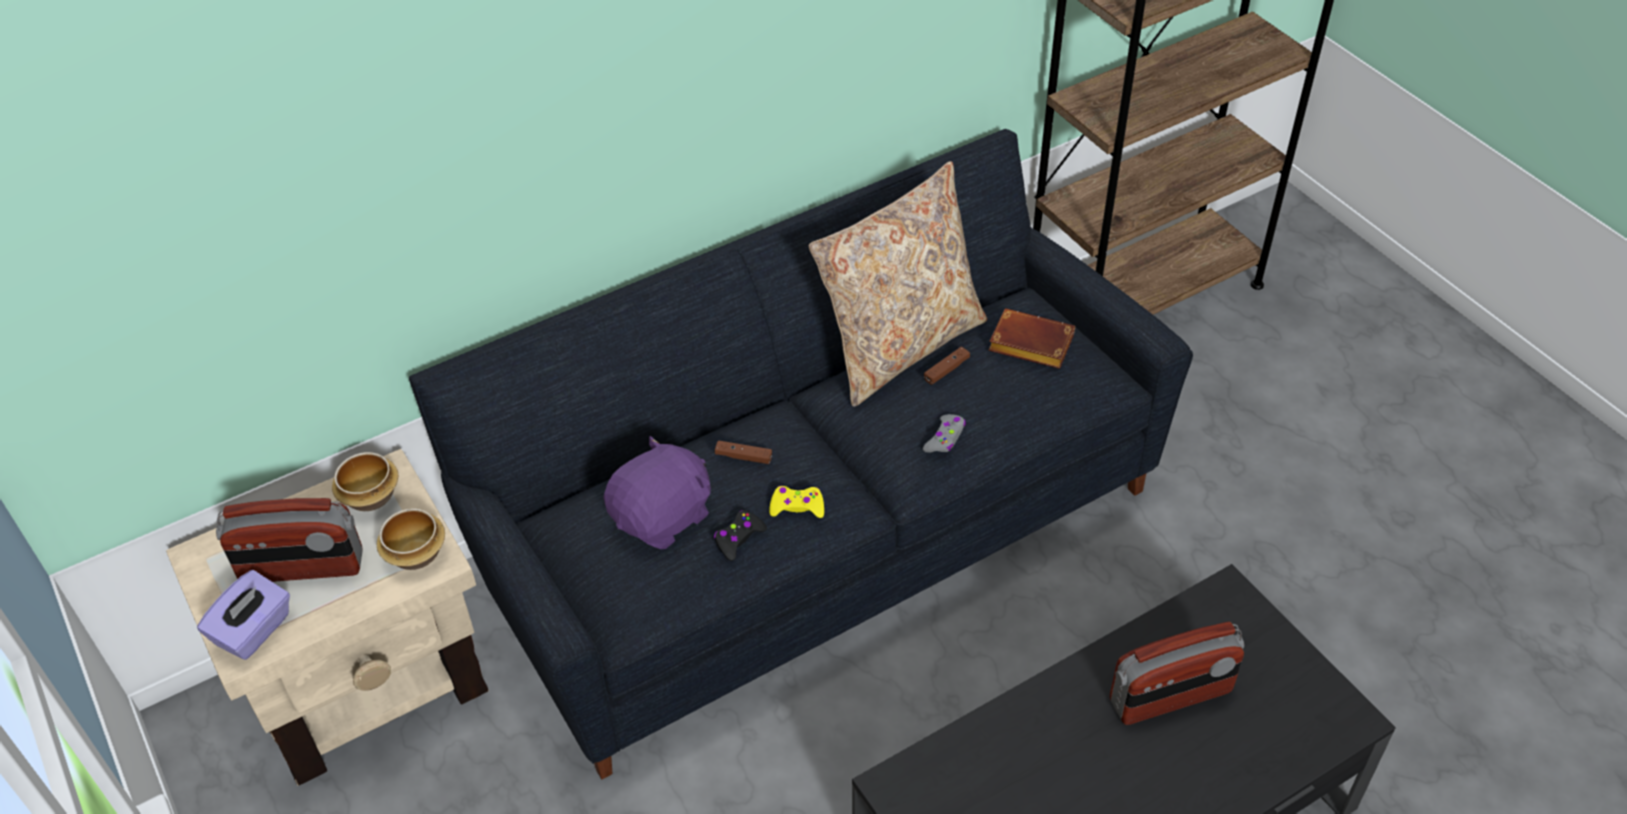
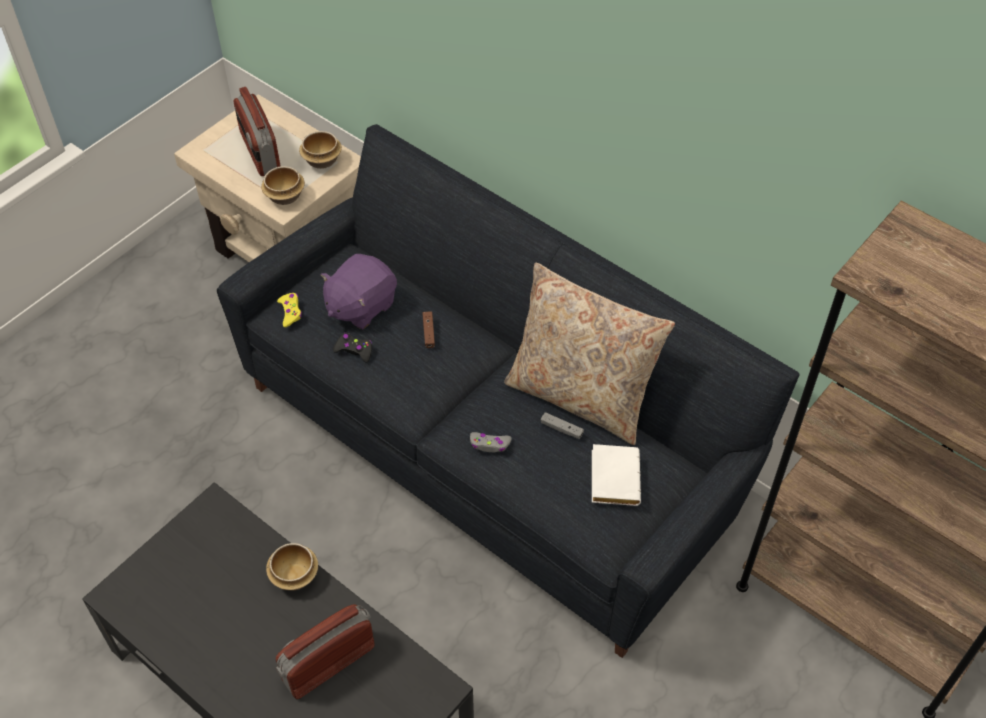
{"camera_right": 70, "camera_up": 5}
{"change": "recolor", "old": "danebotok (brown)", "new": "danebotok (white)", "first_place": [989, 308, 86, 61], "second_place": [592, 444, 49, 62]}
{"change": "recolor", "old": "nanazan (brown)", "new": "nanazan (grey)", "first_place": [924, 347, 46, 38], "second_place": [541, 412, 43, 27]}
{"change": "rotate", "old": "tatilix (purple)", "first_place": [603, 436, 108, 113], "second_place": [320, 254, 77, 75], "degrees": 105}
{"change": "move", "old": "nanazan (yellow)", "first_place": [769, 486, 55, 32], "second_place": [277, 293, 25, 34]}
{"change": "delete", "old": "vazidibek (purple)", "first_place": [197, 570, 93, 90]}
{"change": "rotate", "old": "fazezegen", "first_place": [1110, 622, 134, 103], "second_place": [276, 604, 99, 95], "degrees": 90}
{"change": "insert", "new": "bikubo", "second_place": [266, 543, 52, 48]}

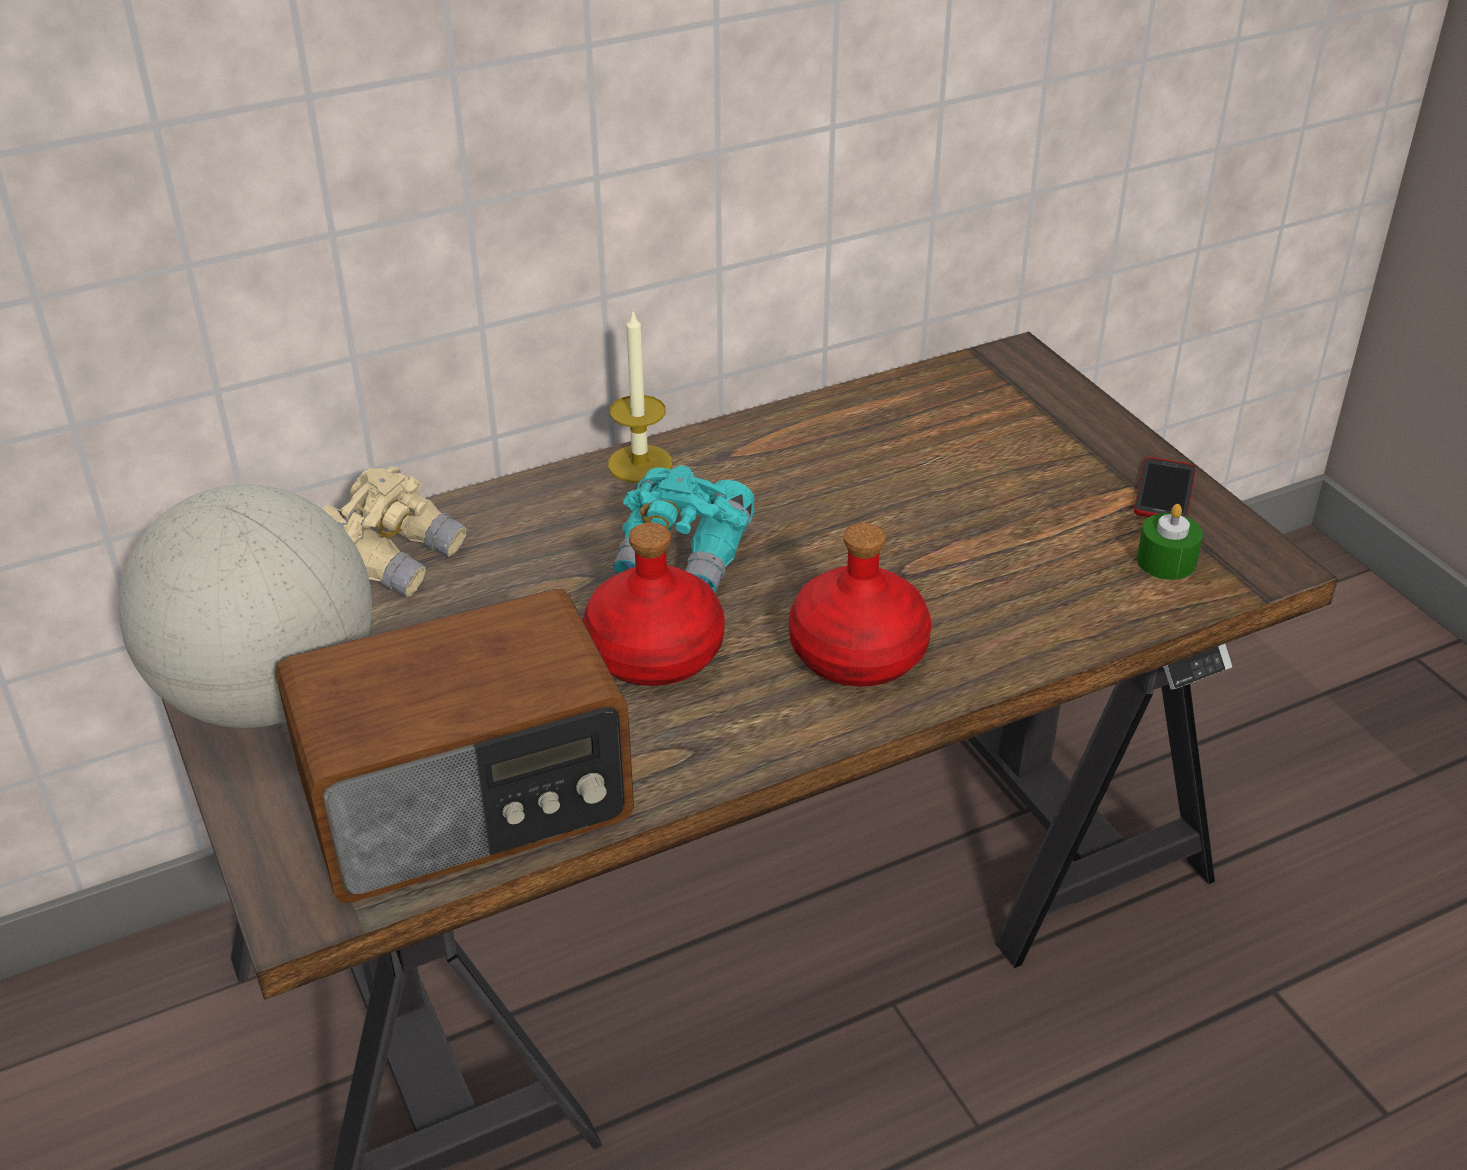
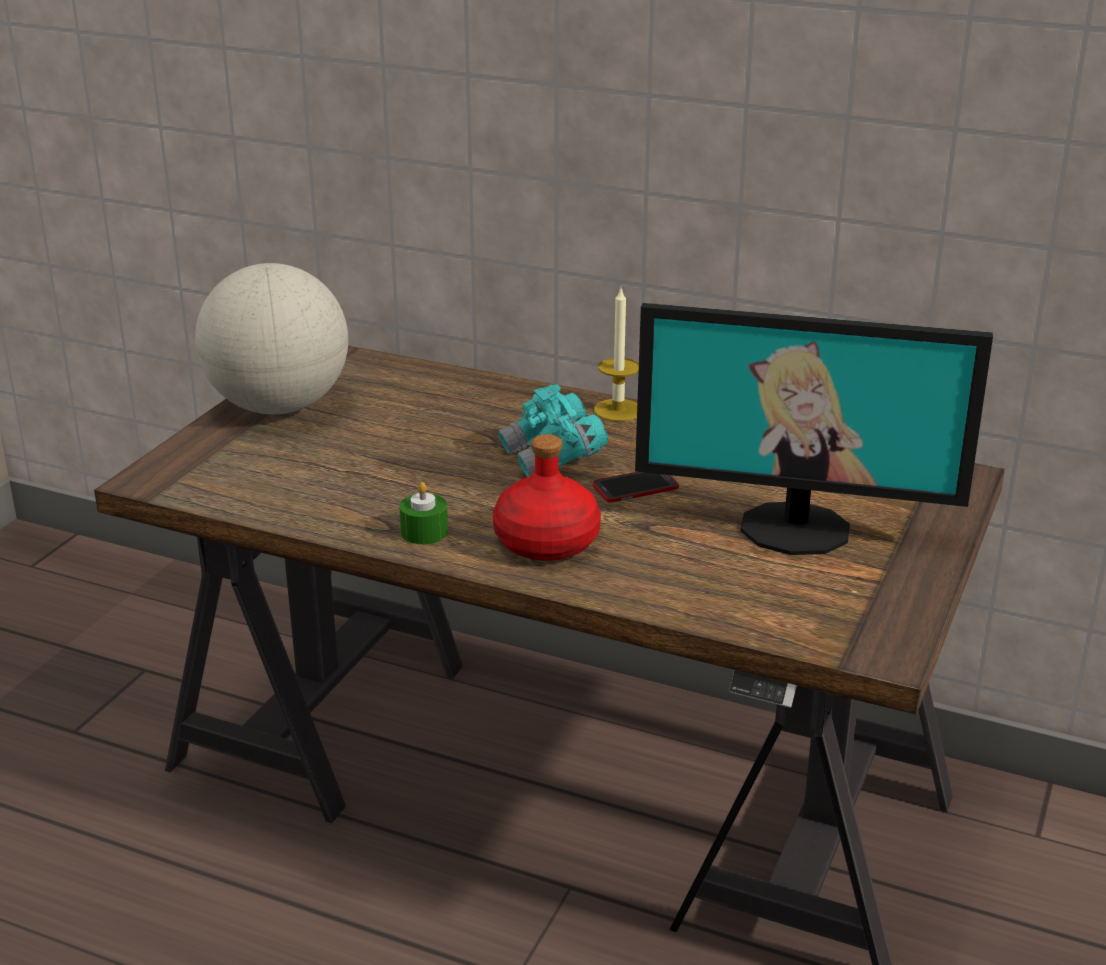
{"camera_right": 50, "camera_up": -10}
{"change": "move", "old": "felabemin", "first_place": [1134, 457, 62, 60], "second_place": [593, 472, 86, 30]}
{"change": "delete", "old": "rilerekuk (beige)", "first_place": [322, 467, 145, 131]}
{"change": "move", "old": "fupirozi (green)", "first_place": [1137, 504, 66, 76], "second_place": [399, 482, 49, 62]}
{"change": "delete", "old": "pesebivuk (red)", "first_place": [583, 522, 142, 164]}
{"change": "delete", "old": "fazezegen", "first_place": [275, 589, 359, 314]}
{"change": "insert", "new": "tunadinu", "second_place": [635, 303, 358, 252]}

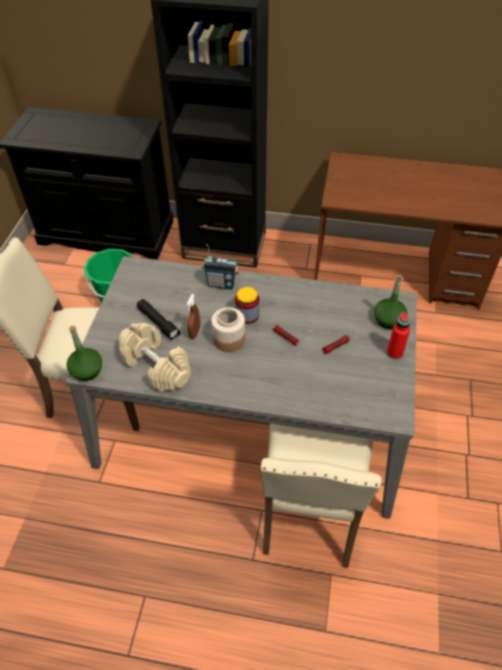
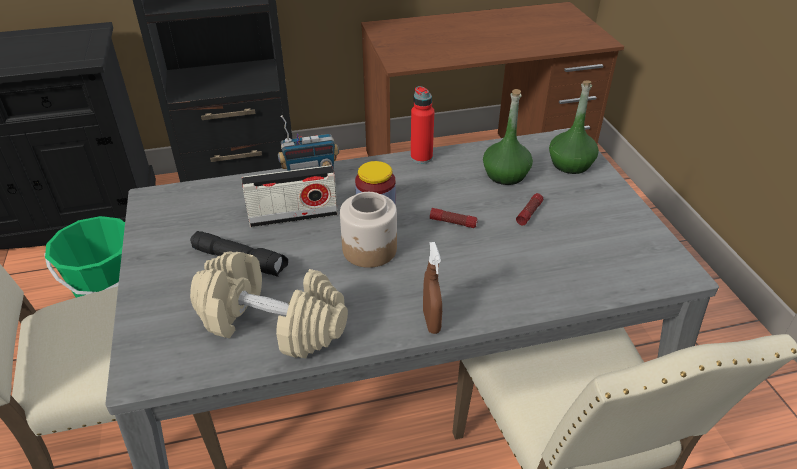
{"camera_right": -25, "camera_up": -10}
{"change": "move", "old": "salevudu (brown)", "first_place": [187, 294, 13, 45], "second_place": [423, 242, 19, 92]}
{"change": "move", "old": "pesebivuk (red)", "first_place": [387, 312, 23, 48], "second_place": [411, 86, 23, 78]}
{"change": "move", "old": "pesebivuk (green)", "first_place": [67, 326, 35, 55], "second_place": [483, 89, 50, 96]}
{"change": "insert", "new": "fazezegen", "second_place": [241, 165, 97, 62]}

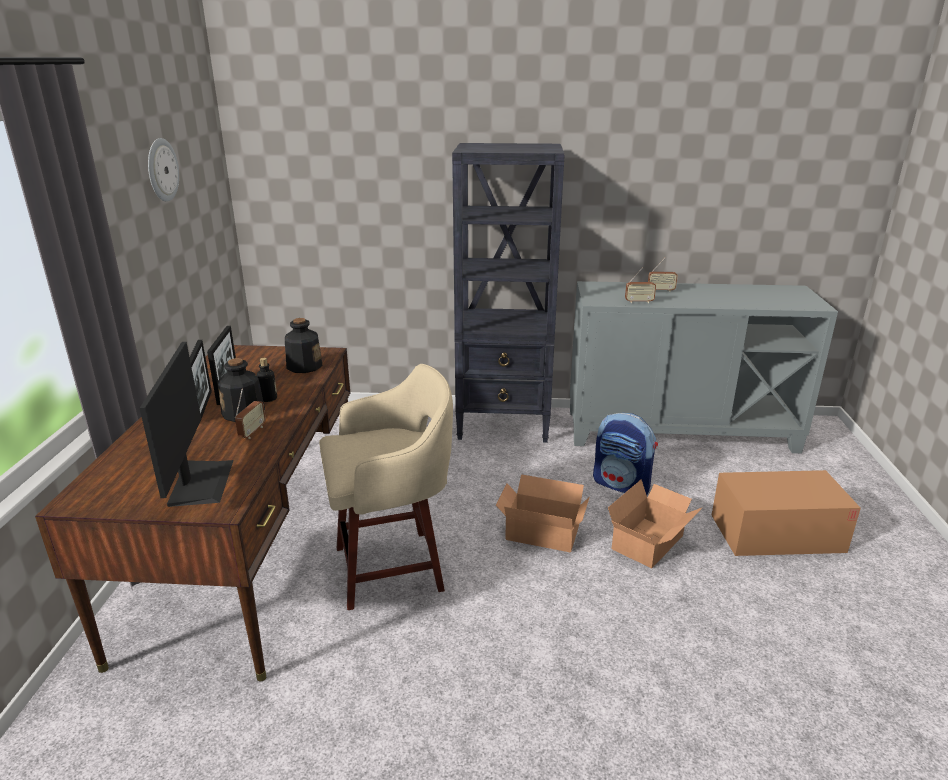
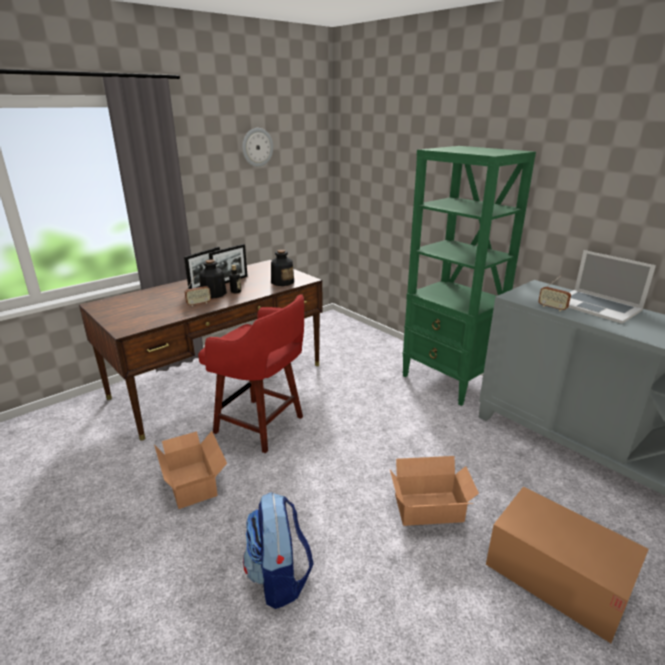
{"camera_right": 45, "camera_up": 0}
{"change": "recolor", "old": "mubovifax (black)", "new": "mubovifax (green)", "first_place": [452, 143, 113, 300], "second_place": [402, 146, 134, 260]}
{"change": "replace", "old": "fazezegen", "new": "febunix", "first_place": [648, 258, 30, 34], "second_place": [568, 250, 88, 74]}
{"change": "delete", "old": "tunadinu", "first_place": [140, 342, 94, 165]}
{"change": "recolor", "old": "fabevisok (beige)", "new": "fabevisok (red)", "first_place": [319, 364, 134, 246], "second_place": [198, 294, 106, 159]}
{"change": "move", "old": "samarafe", "first_place": [593, 413, 65, 82], "second_place": [243, 492, 71, 117]}
{"change": "move", "old": "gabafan", "first_place": [496, 474, 93, 78], "second_place": [154, 431, 73, 78]}

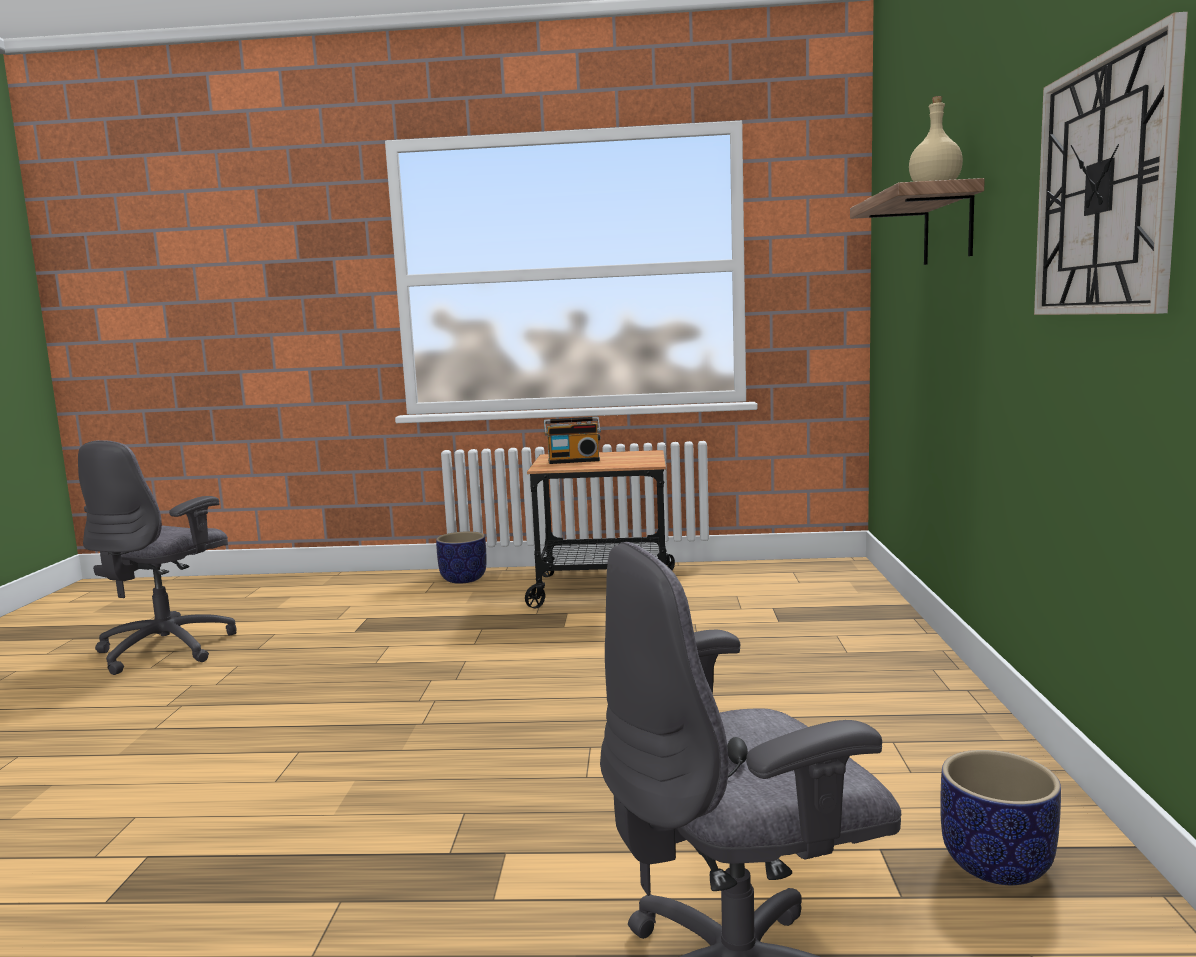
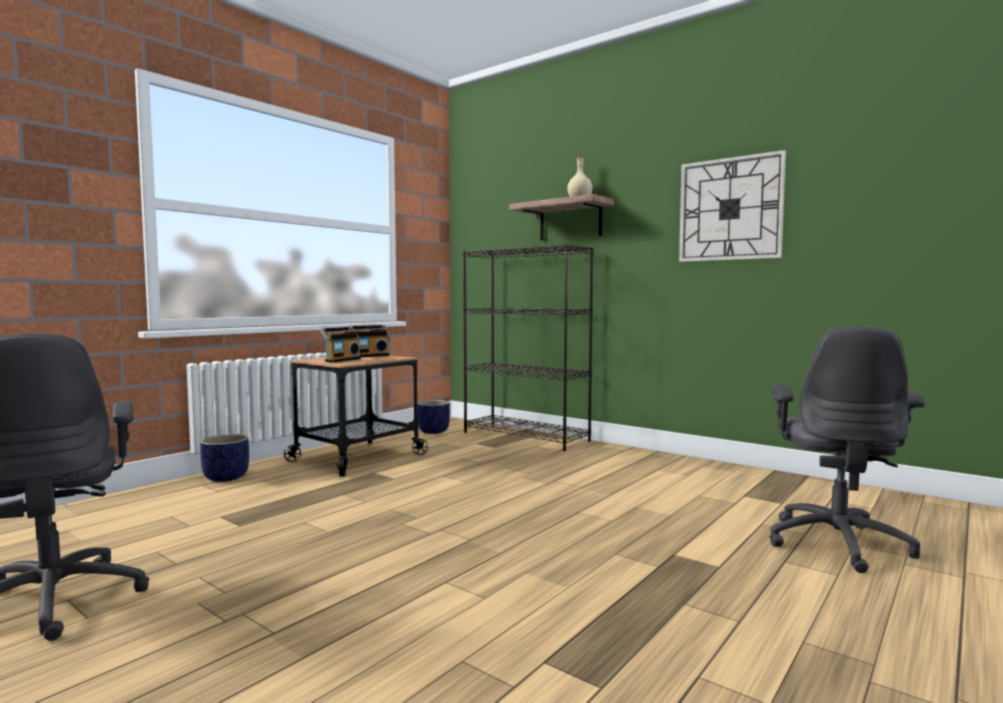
{"camera_right": -55, "camera_up": -5}
{"change": "move", "old": "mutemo", "first_place": [940, 750, 121, 135], "second_place": [417, 400, 33, 34]}
{"change": "insert", "new": "mubovifax (black)", "second_place": [463, 244, 131, 207]}
{"change": "insert", "new": "fazezegen", "second_place": [349, 325, 40, 32]}

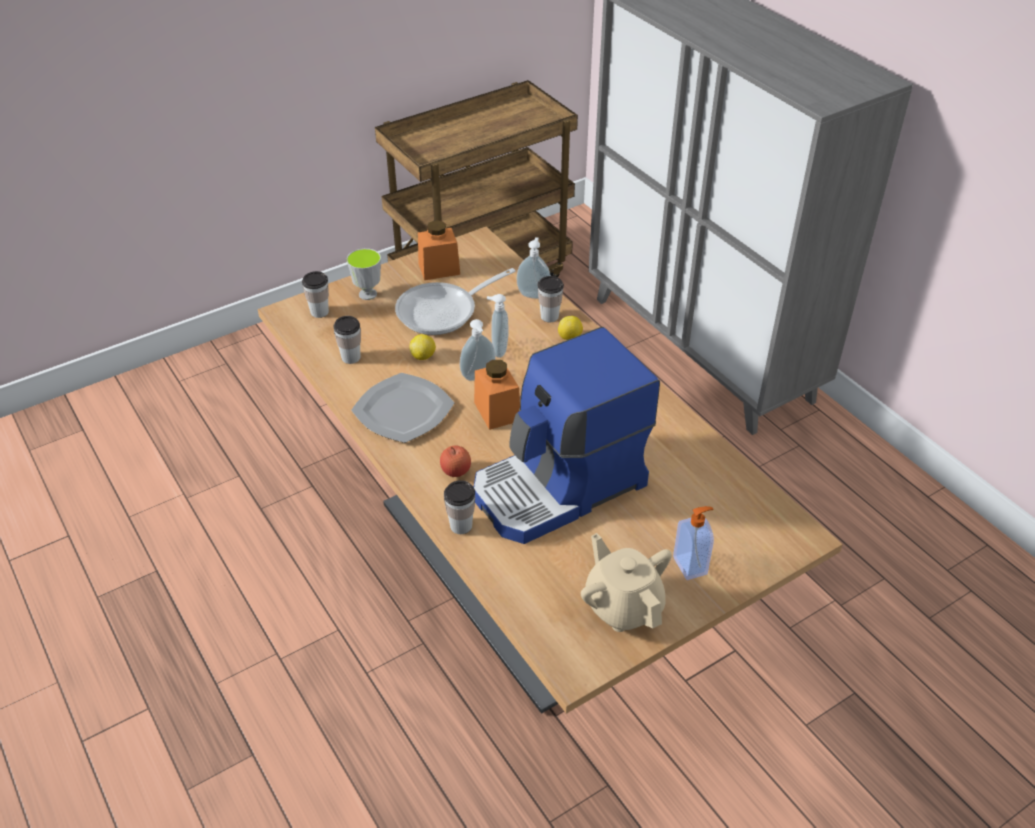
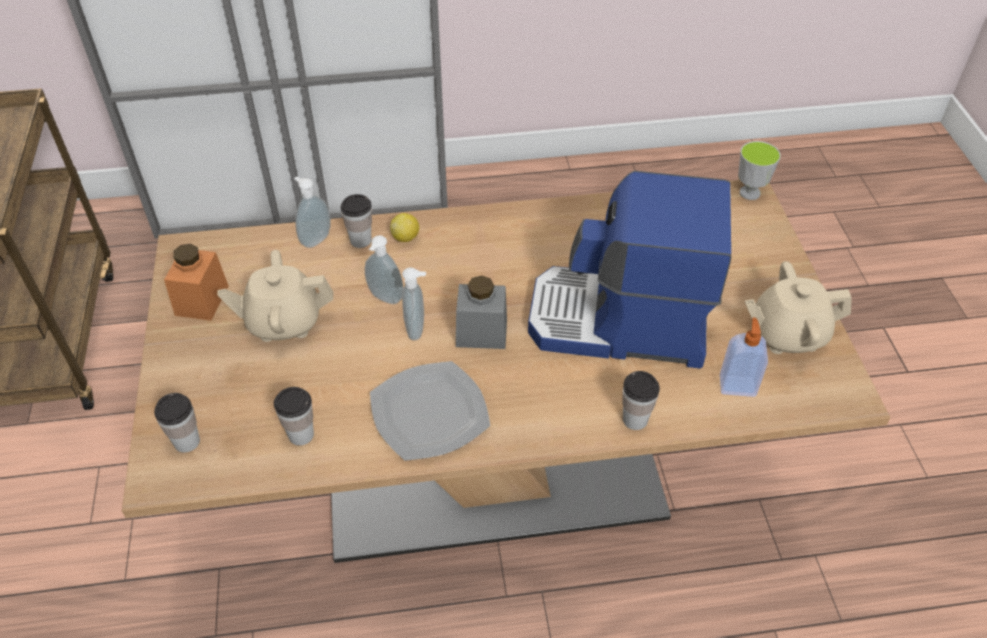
{"camera_right": -65, "camera_up": 5}
{"change": "move", "old": "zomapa", "first_place": [347, 248, 34, 52], "second_place": [738, 141, 43, 59]}
{"change": "replace", "old": "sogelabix", "new": "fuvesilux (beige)", "first_place": [395, 268, 121, 67], "second_place": [218, 250, 115, 92]}
{"change": "rotate", "old": "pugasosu", "first_place": [474, 327, 186, 217], "second_place": [528, 171, 204, 198], "degrees": 105}
{"change": "delete", "old": "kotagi", "first_place": [409, 334, 27, 26]}
{"change": "recolor", "old": "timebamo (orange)", "new": "timebamo (grey)", "first_place": [474, 360, 46, 70], "second_place": [456, 276, 51, 73]}
{"change": "delete", "old": "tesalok", "first_place": [440, 446, 31, 31]}
{"change": "move", "old": "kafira", "first_place": [673, 506, 41, 74], "second_place": [720, 318, 48, 79]}

